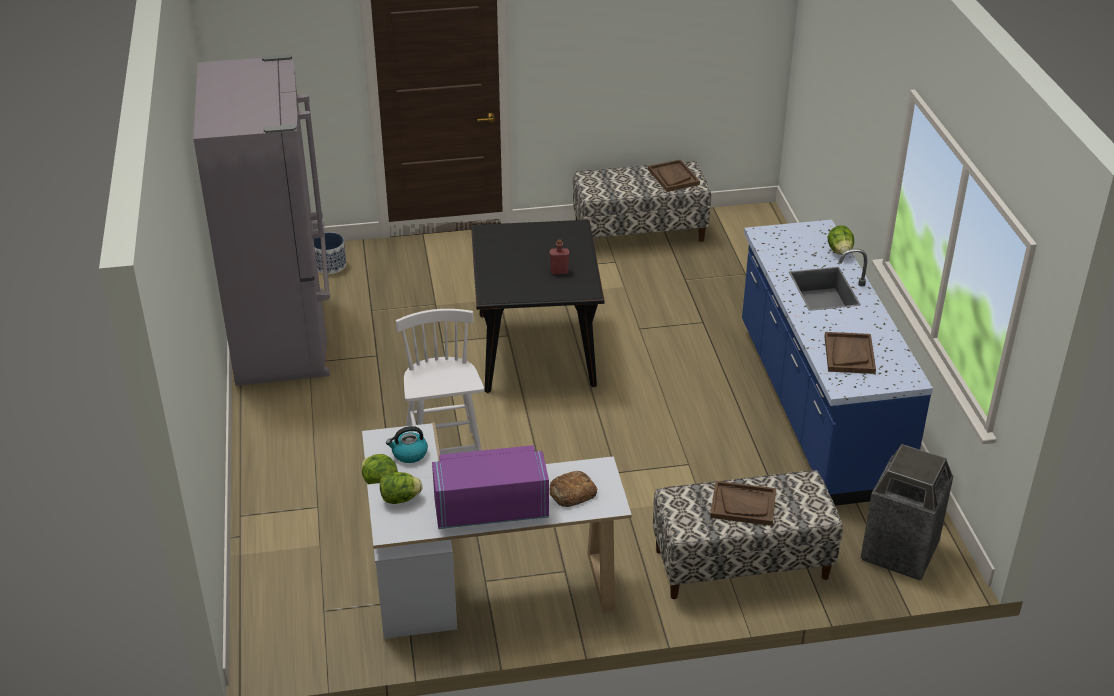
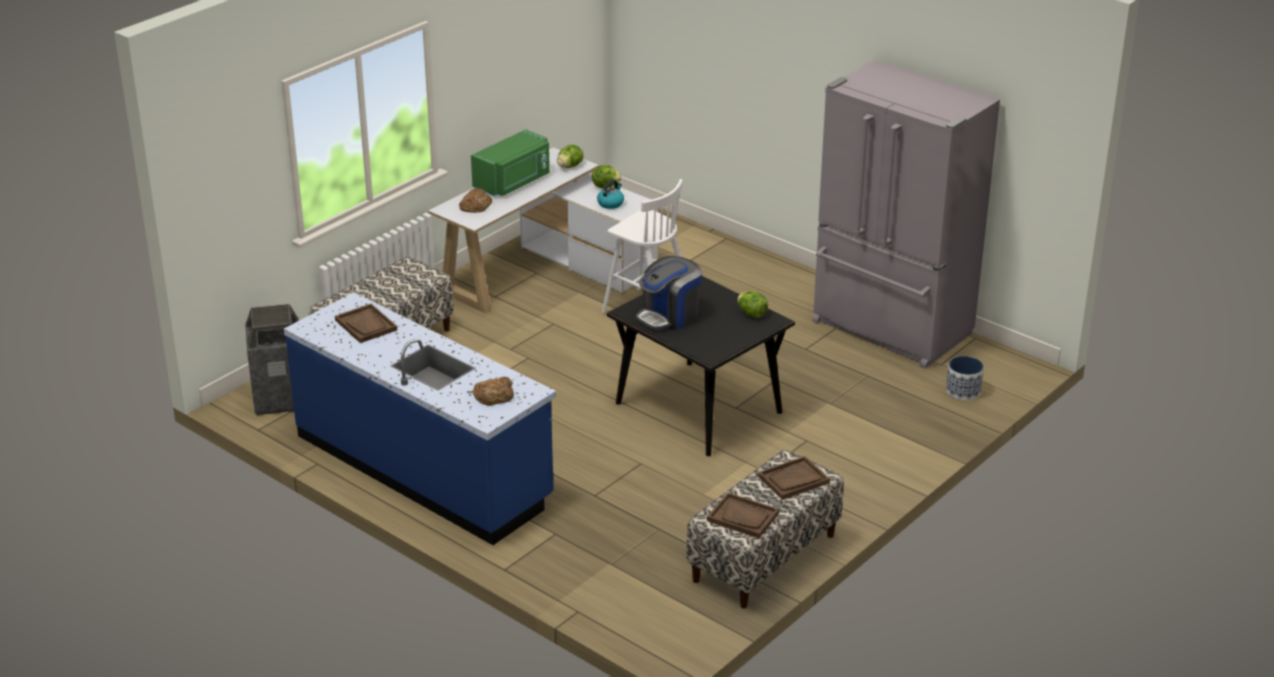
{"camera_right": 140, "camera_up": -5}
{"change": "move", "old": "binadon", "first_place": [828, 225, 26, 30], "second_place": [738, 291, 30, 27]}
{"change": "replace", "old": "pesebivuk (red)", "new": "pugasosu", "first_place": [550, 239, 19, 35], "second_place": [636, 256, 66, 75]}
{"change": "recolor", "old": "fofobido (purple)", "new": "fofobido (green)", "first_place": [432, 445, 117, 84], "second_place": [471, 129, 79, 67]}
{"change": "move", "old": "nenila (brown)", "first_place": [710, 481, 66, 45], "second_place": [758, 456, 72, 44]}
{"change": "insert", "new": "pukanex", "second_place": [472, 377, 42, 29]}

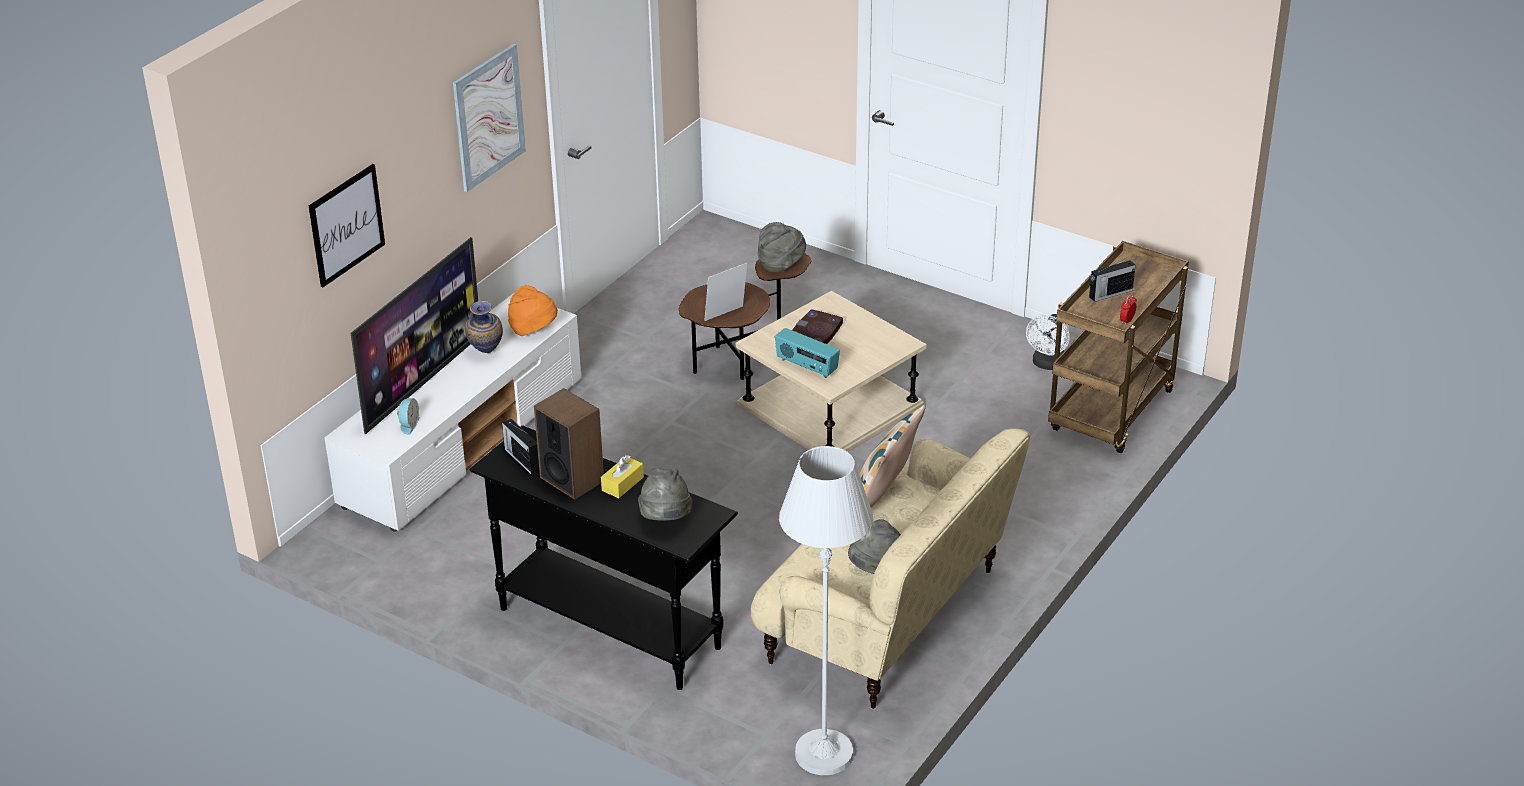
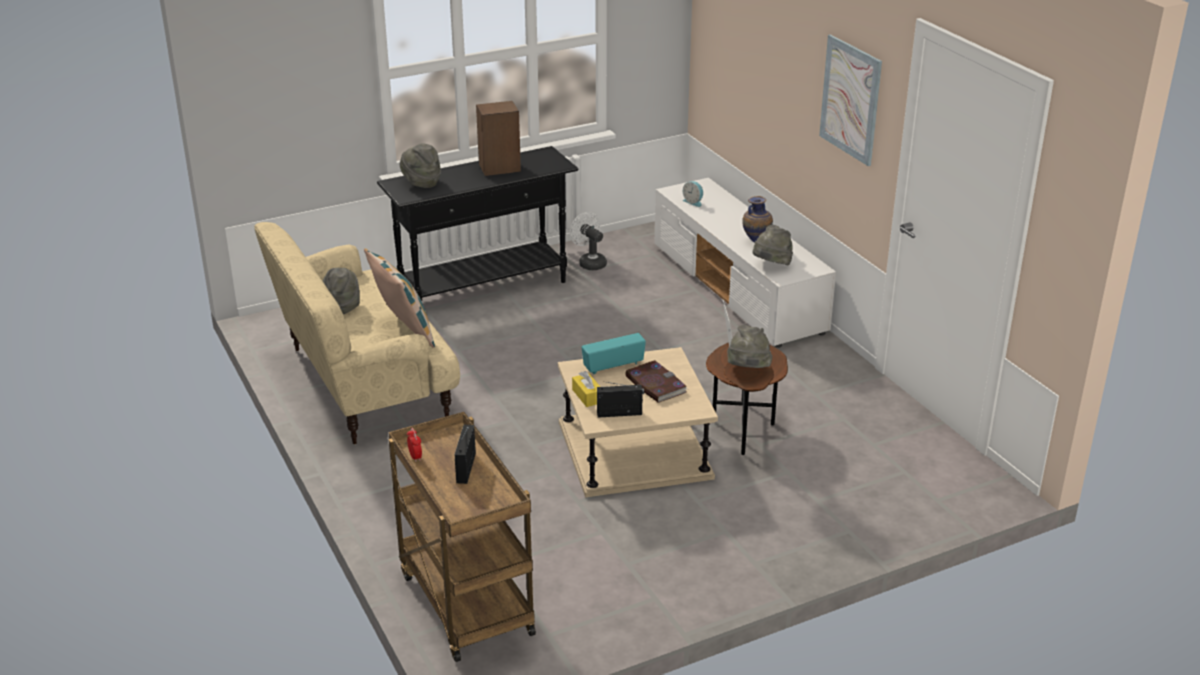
{"camera_right": 120, "camera_up": -5}
{"change": "delete", "old": "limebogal", "first_place": [309, 164, 76, 123]}
{"change": "delete", "old": "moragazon", "first_place": [351, 237, 127, 197]}
{"change": "recolor", "old": "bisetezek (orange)", "new": "bisetezek (grey)", "first_place": [508, 285, 50, 51], "second_place": [753, 225, 40, 40]}
{"change": "move", "old": "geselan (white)", "first_place": [1026, 314, 44, 56], "second_place": [570, 212, 37, 58]}
{"change": "move", "old": "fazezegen", "first_place": [502, 419, 37, 55], "second_place": [597, 382, 47, 36]}
{"change": "delete", "old": "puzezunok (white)", "first_place": [779, 446, 94, 329]}
{"change": "move", "old": "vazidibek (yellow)", "first_place": [601, 455, 43, 43], "second_place": [572, 371, 28, 36]}

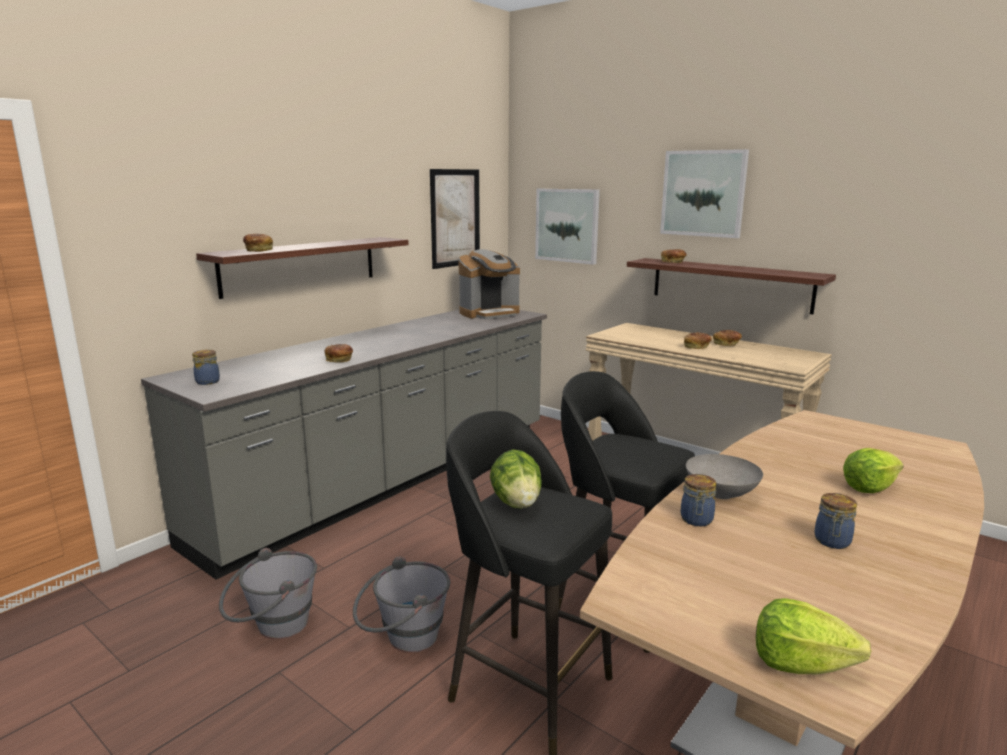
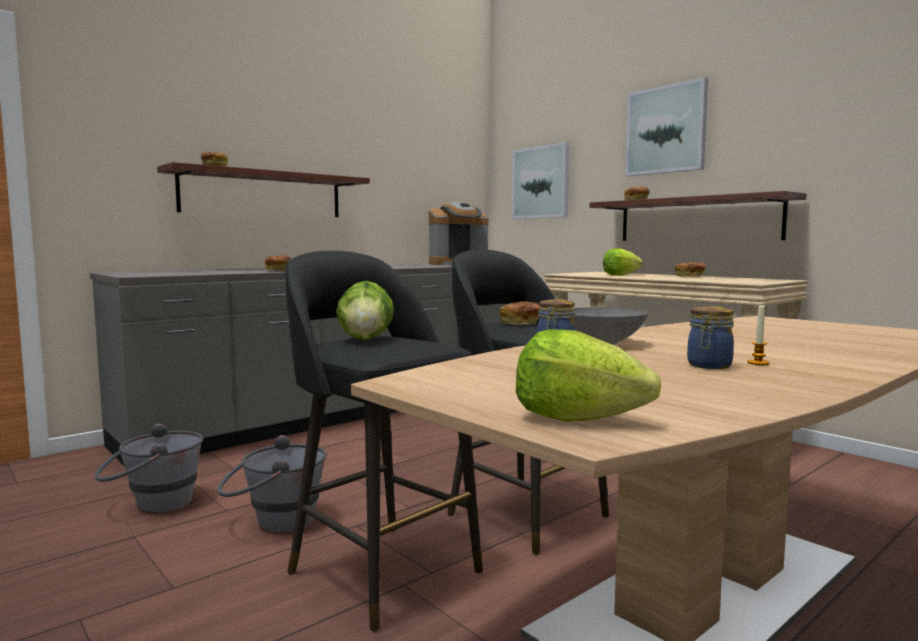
{"camera_right": 10, "camera_up": -10}
{"change": "delete", "old": "limebogal", "first_place": [430, 169, 50, 100]}
{"change": "move", "old": "pukanex", "first_place": [684, 332, 28, 17], "second_place": [499, 301, 41, 23]}
{"change": "delete", "old": "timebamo", "first_place": [192, 350, 28, 35]}
{"change": "move", "old": "binadon", "first_place": [843, 448, 61, 45], "second_place": [603, 248, 40, 28]}
{"change": "insert", "new": "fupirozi", "second_place": [747, 305, 23, 60]}

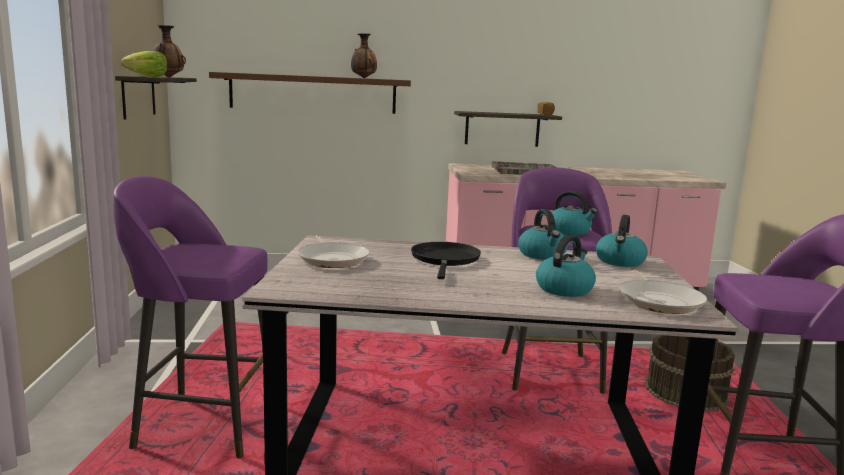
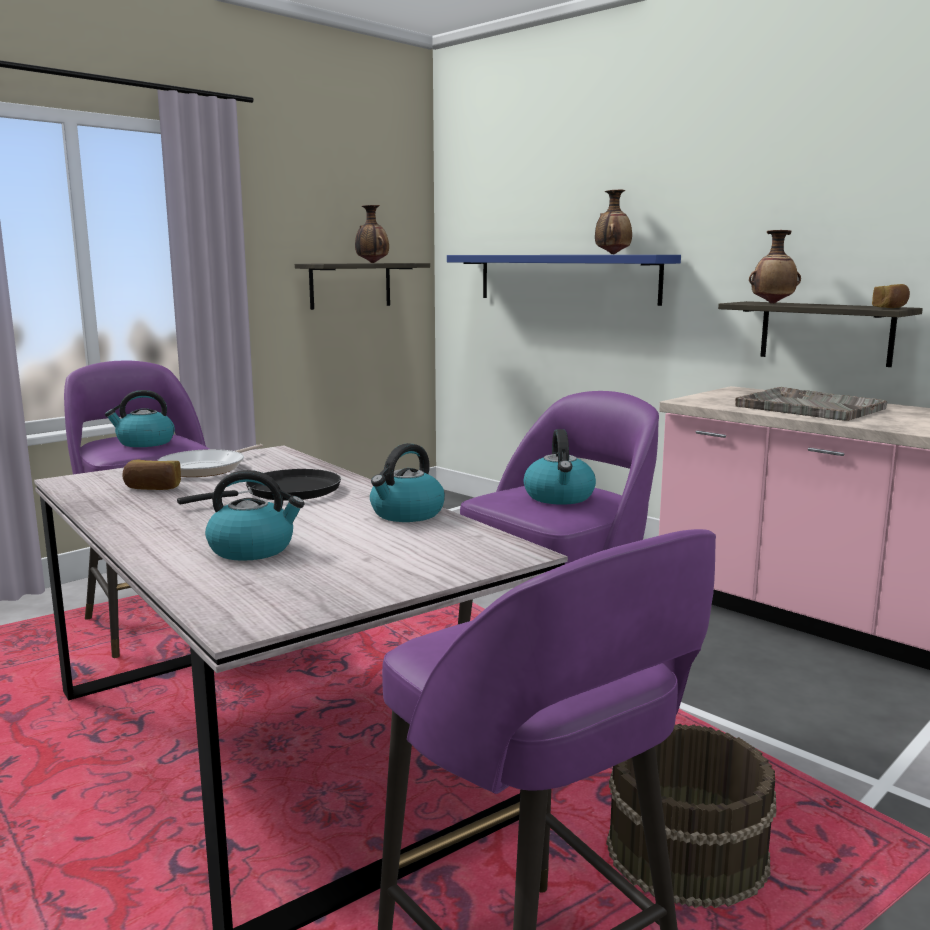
{"camera_right": 50, "camera_up": 0}
{"change": "delete", "old": "binadon", "first_place": [121, 51, 46, 26]}
{"change": "recolor", "old": "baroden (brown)", "new": "baroden (blue)", "first_place": [209, 72, 202, 42], "second_place": [447, 255, 234, 51]}
{"change": "move", "old": "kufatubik", "first_place": [596, 215, 52, 52], "second_place": [105, 390, 70, 57]}
{"change": "delete", "old": "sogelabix", "first_place": [619, 269, 88, 45]}
{"change": "insert", "new": "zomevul", "second_place": [749, 230, 52, 74]}
{"change": "insert", "new": "pukanex", "second_place": [122, 460, 59, 30]}

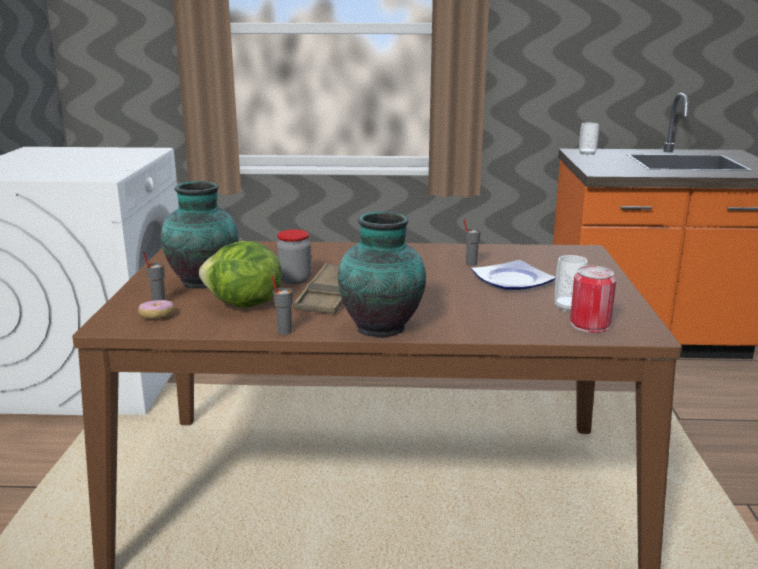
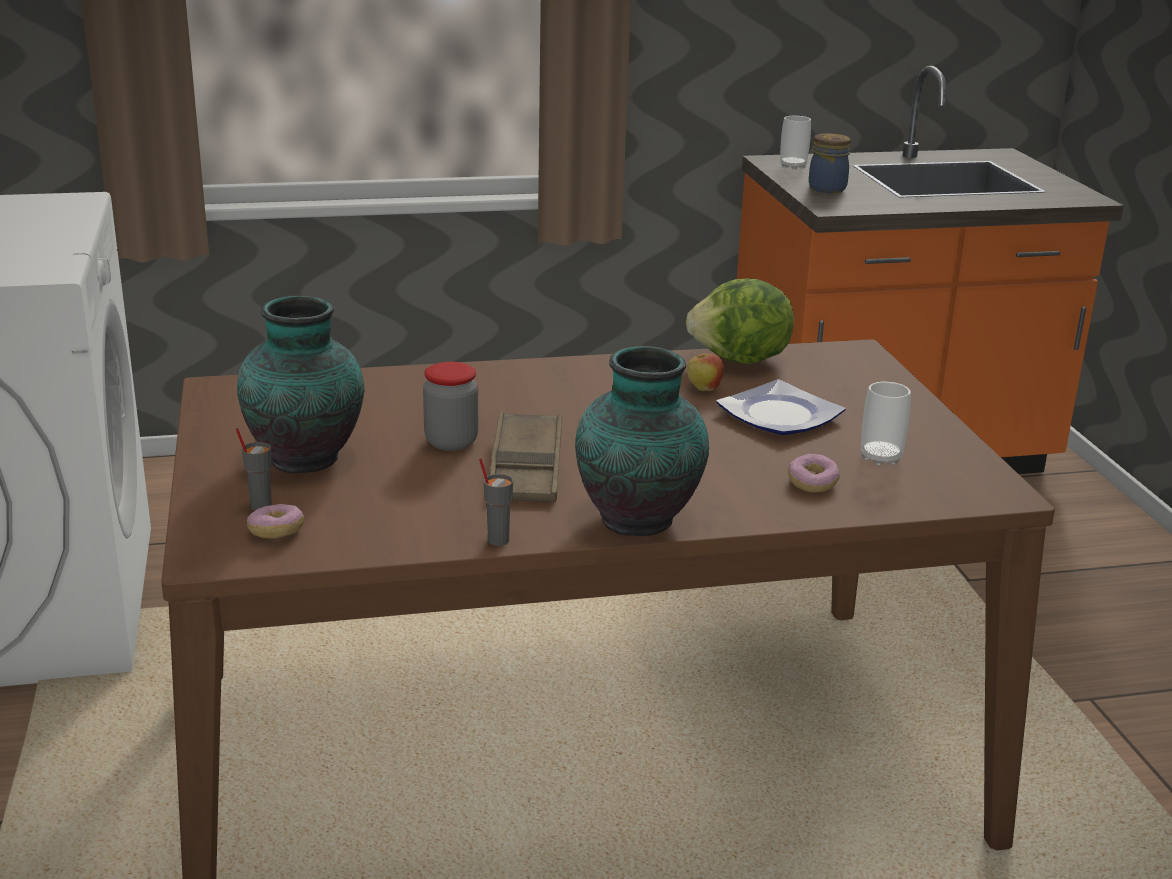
{"camera_right": -15, "camera_up": 5}
{"change": "replace", "old": "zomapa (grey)", "new": "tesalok", "first_place": [464, 219, 17, 47], "second_place": [687, 352, 37, 39]}
{"change": "move", "old": "binadon", "first_place": [199, 241, 83, 67], "second_place": [686, 279, 108, 85]}
{"change": "delete", "old": "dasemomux", "first_place": [570, 266, 46, 67]}
{"change": "insert", "new": "timebamo", "second_place": [809, 133, 42, 60]}
{"change": "insert", "new": "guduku", "second_place": [788, 454, 52, 39]}

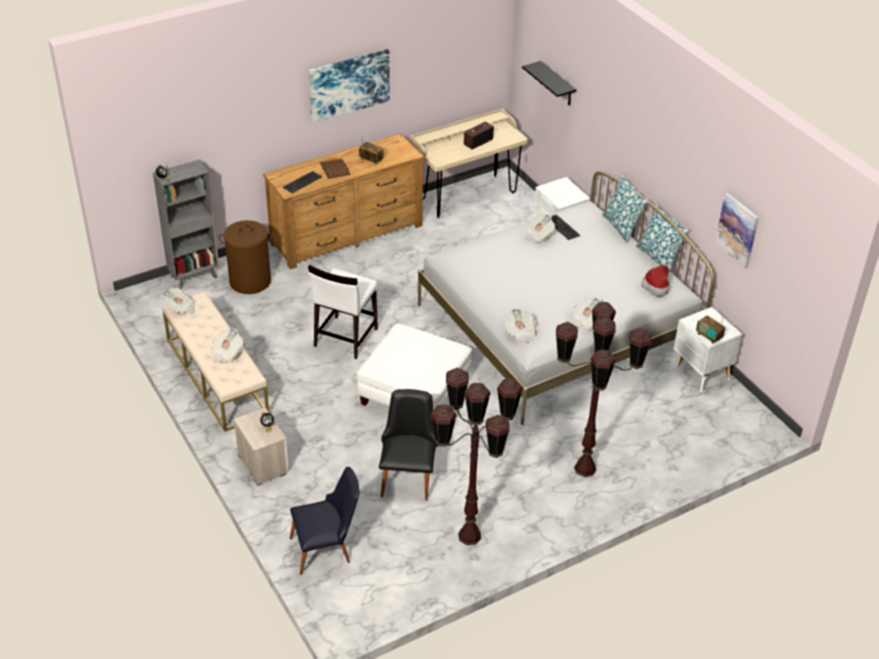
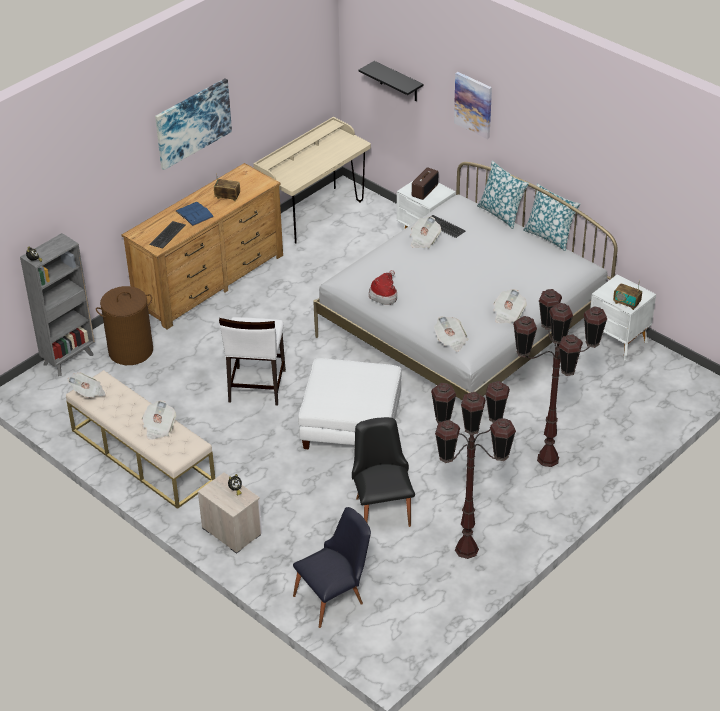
{"camera_right": -15, "camera_up": 0}
{"change": "move", "old": "fazezegen", "first_place": [464, 122, 30, 27], "second_place": [412, 167, 26, 33]}
{"change": "recolor", "old": "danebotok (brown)", "new": "danebotok (blue)", "first_place": [320, 158, 31, 21], "second_place": [176, 202, 38, 24]}
{"change": "move", "old": "limebogal", "first_place": [715, 193, 44, 76], "second_place": [454, 72, 38, 67]}
{"change": "move", "old": "bisetezek", "first_place": [642, 265, 30, 31], "second_place": [369, 270, 28, 35]}

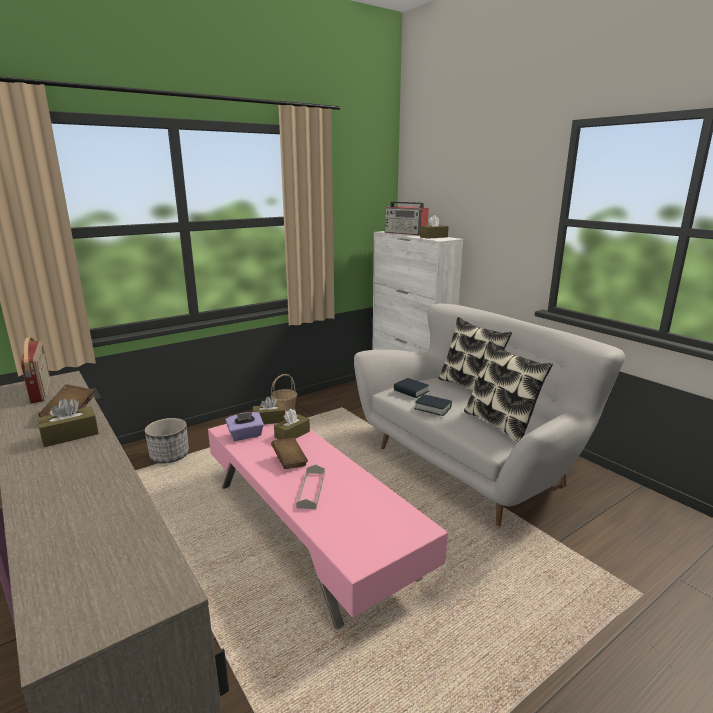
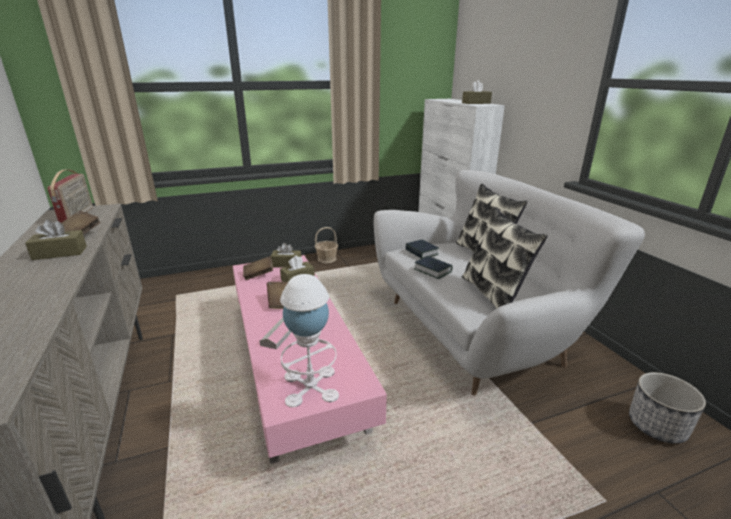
{"camera_right": 15, "camera_up": 5}
{"change": "delete", "old": "fazezegen", "first_place": [385, 201, 44, 35]}
{"change": "replace", "old": "vazidibek (purple)", "new": "danebotok (brown)", "first_place": [225, 412, 39, 29], "second_place": [243, 256, 30, 24]}
{"change": "move", "old": "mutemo", "first_place": [145, 418, 44, 45], "second_place": [629, 372, 77, 72]}
{"change": "insert", "new": "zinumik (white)", "second_place": [280, 274, 59, 133]}

